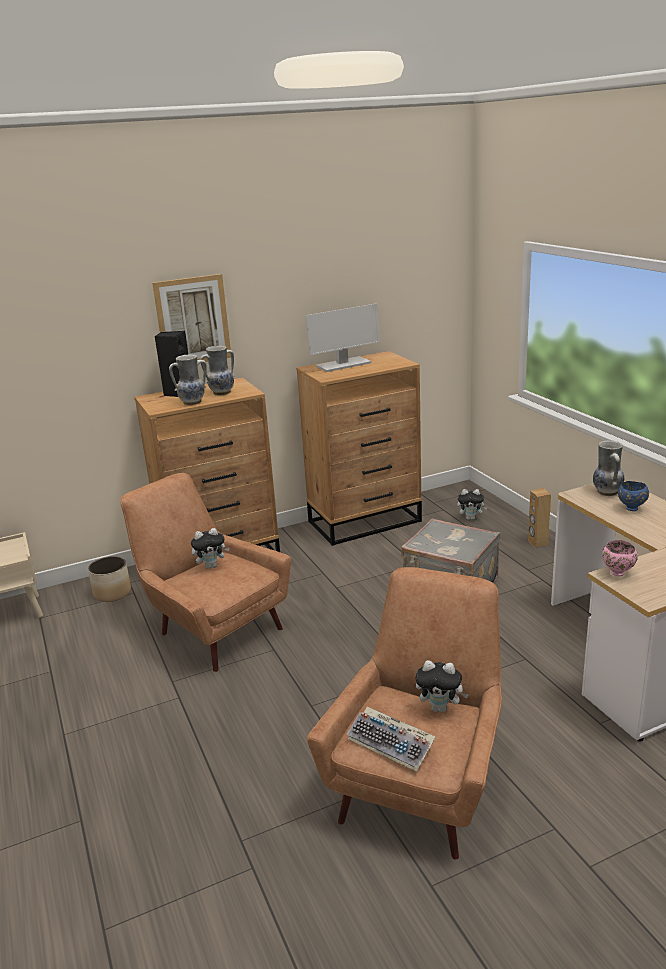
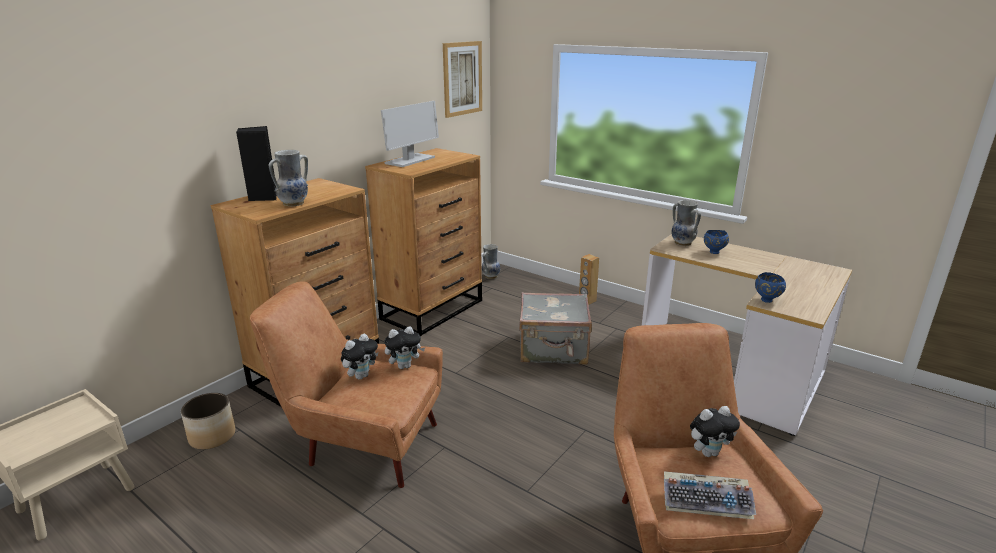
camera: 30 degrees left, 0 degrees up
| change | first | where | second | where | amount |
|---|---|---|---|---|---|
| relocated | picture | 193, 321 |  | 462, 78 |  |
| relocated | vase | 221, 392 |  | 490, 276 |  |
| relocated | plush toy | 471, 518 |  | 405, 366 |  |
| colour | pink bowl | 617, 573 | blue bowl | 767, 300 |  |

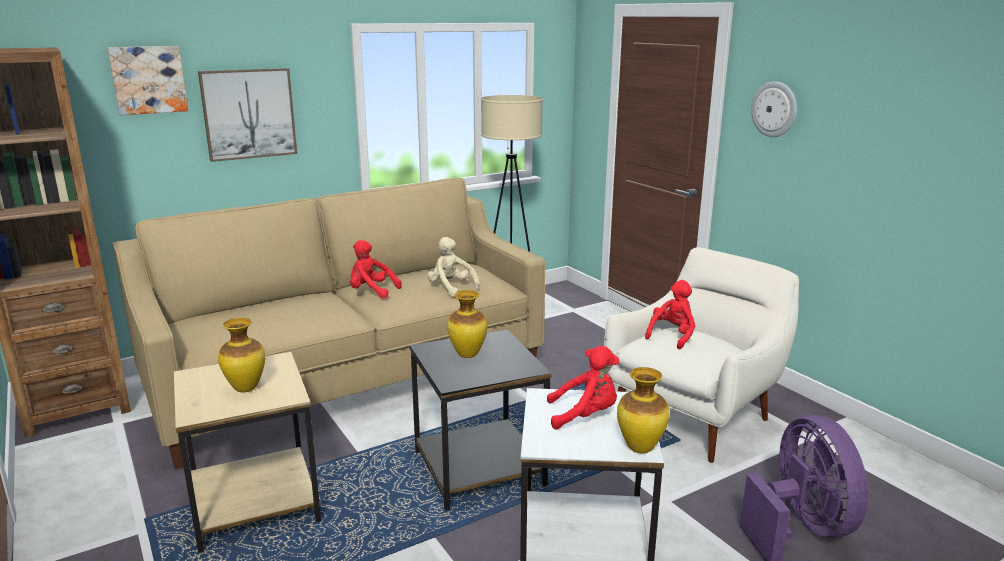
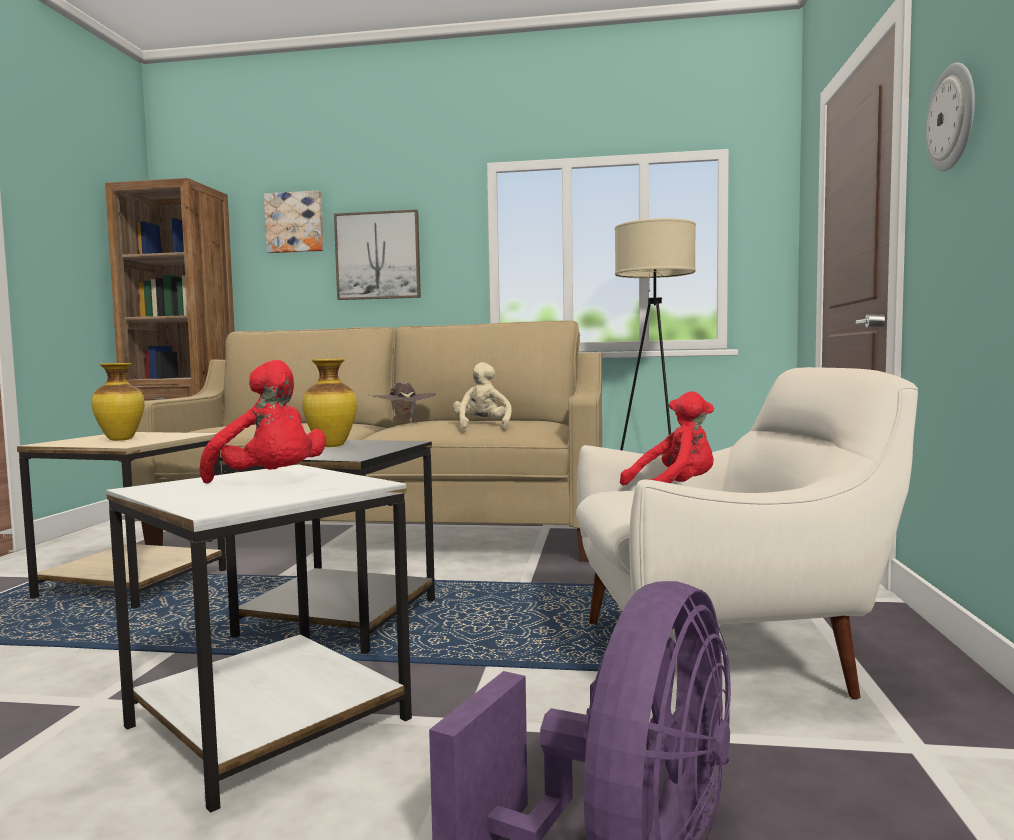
camera: 40 degrees right, 15 degrees down
| change | first | where | second | where | amount |
|---|---|---|---|---|---|
| missing | vase | 641, 448 |  |  |  |
| exchanged | red plush toy | 371, 291 | brown hat | 403, 423 |  |

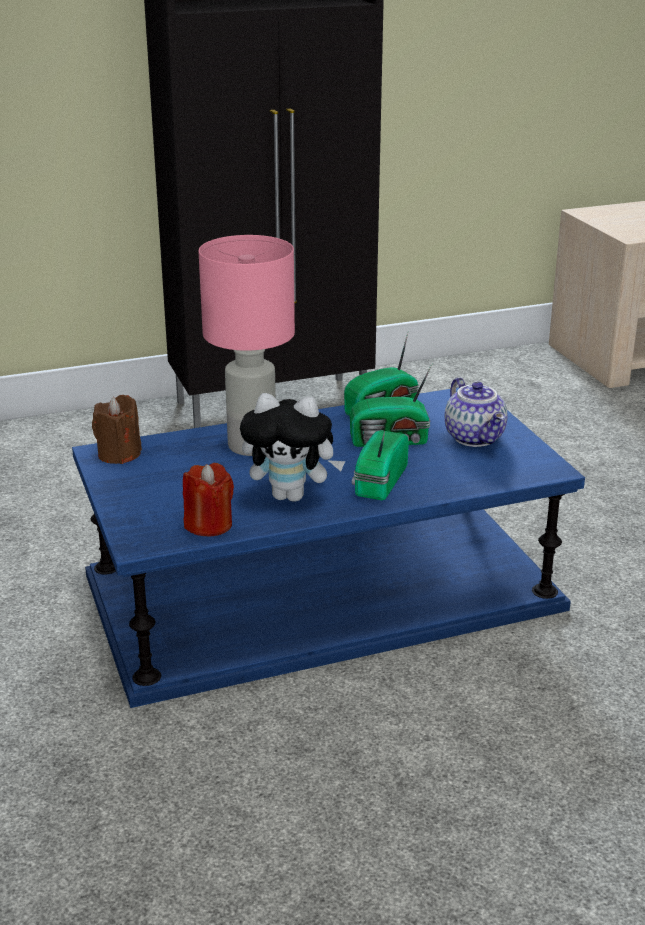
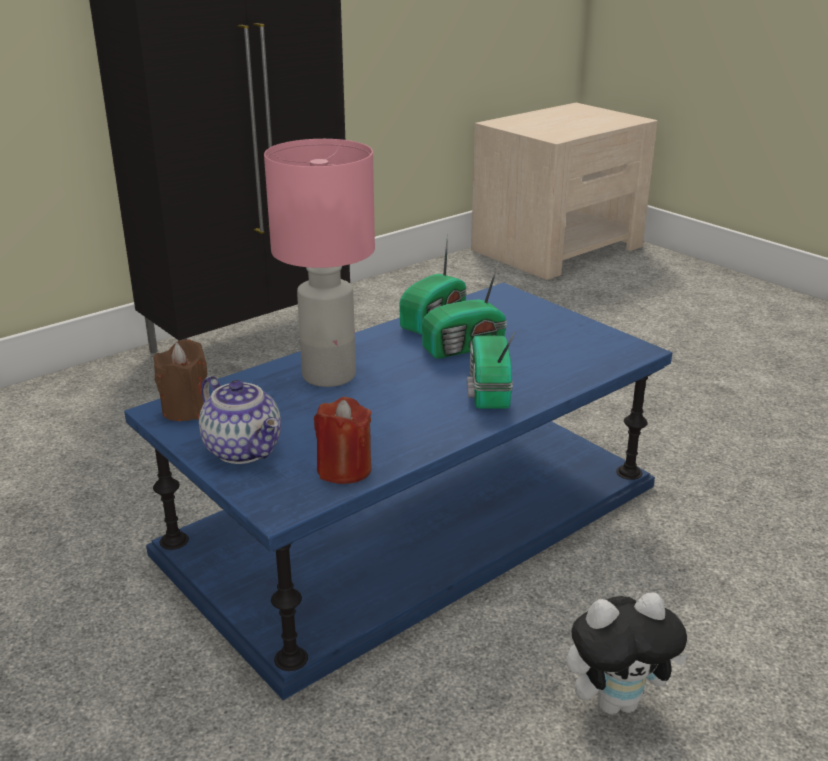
camera: 20 degrees left, 0 degrees up
| change | first | where | second | where | amount |
|---|---|---|---|---|---|
| relocated | plush toy | 291, 496 |  | 617, 701 |  |
| relocated | teapot | 476, 438 |  | 245, 450 |  |

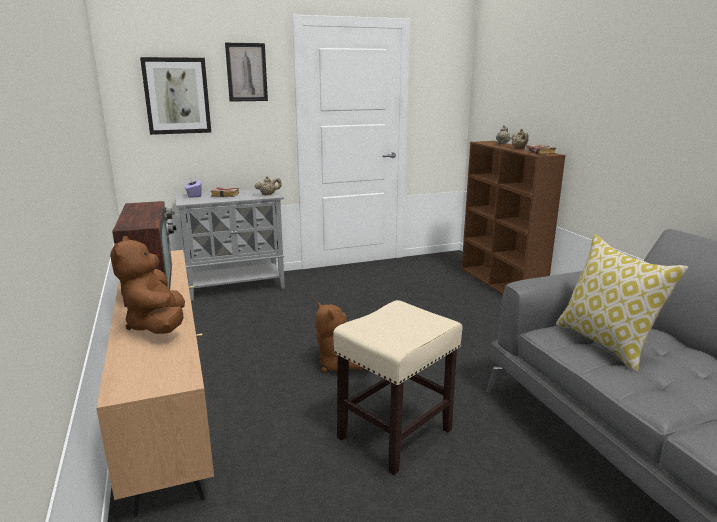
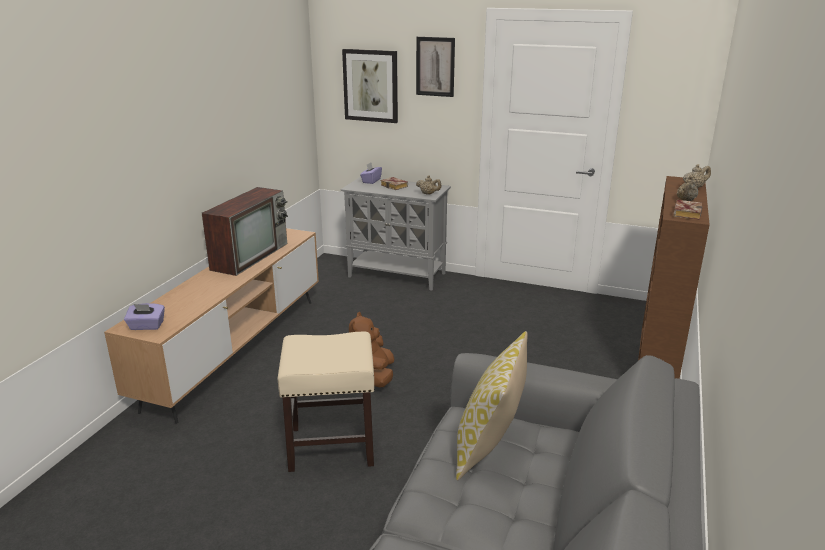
camera: 40 degrees right, 5 degrees up
| change | first | where | second | where | amount |
|---|---|---|---|---|---|
| missing | brown plush toy | 157, 326 |  |  |  |
| appeared |  |  | purple tissue box | 146, 326 |  |

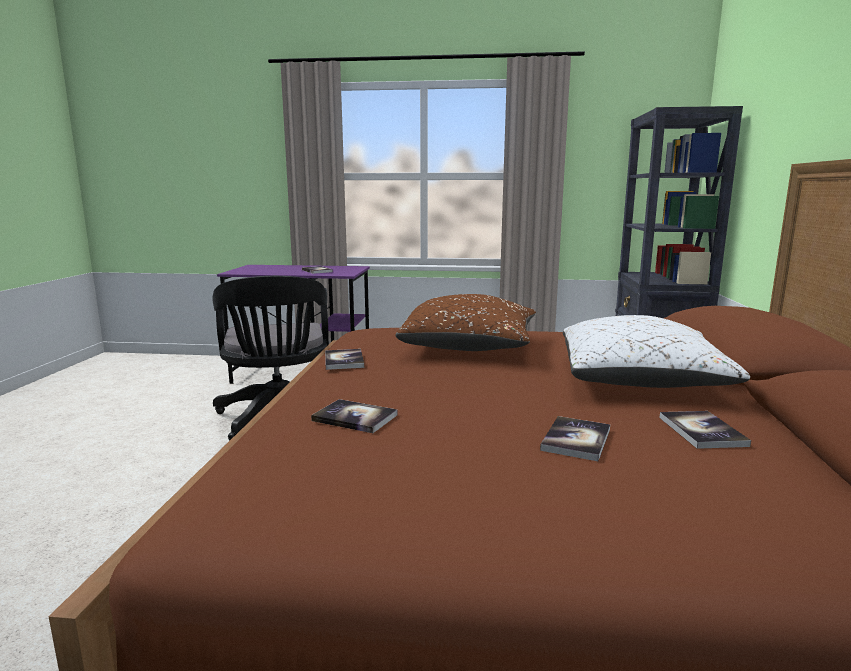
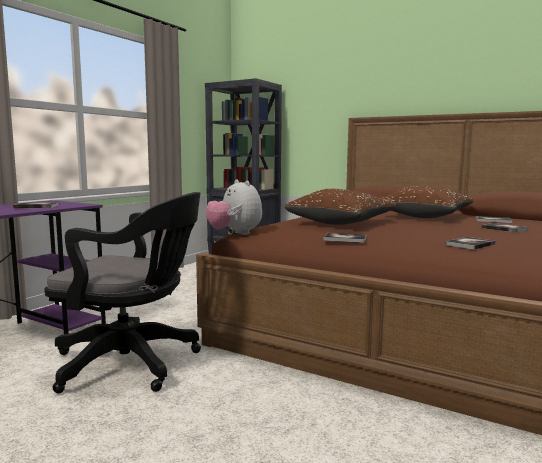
camera: 65 degrees left, 5 degrees down
| change | first | where | second | where | amount |
|---|---|---|---|---|---|
| appeared |  |  | plush toy | 235, 234 |  |
| colour | white pillow | 640, 381 | brown pillow | 425, 217 |  |

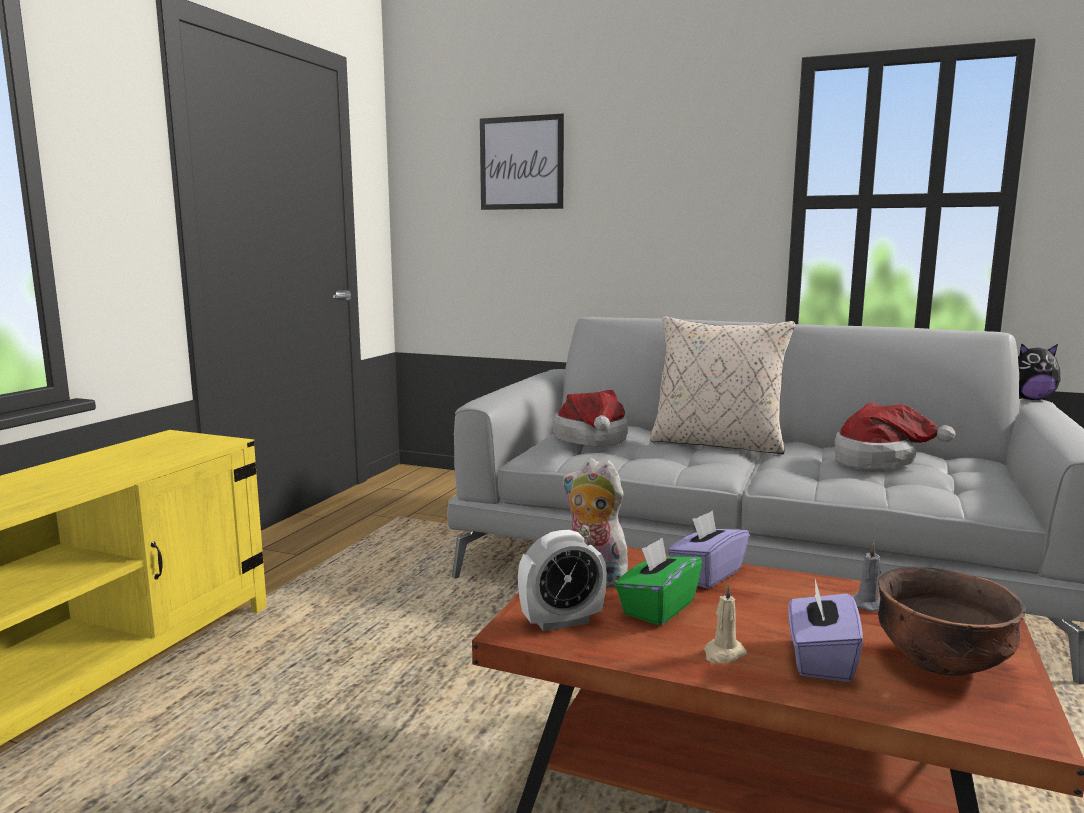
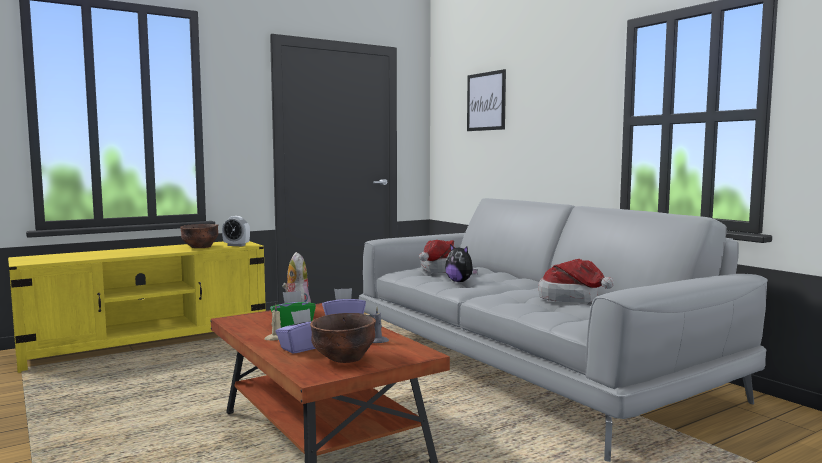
camera: 35 degrees right, 5 degrees down
| change | first | where | second | where | amount |
|---|---|---|---|---|---|
| missing | beige pillow | 717, 444 |  |  |  |
| appeared |  |  | brown bowl | 200, 247 |  |
| relocated | alarm clock | 561, 621 |  | 236, 245 |  |
| relocated | plush toy | 1030, 399 |  | 460, 281 |  |

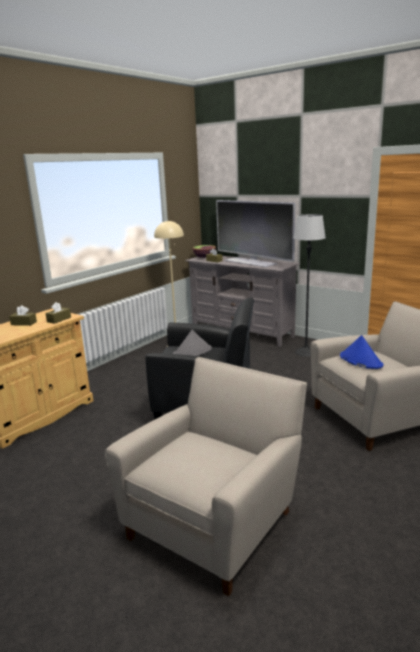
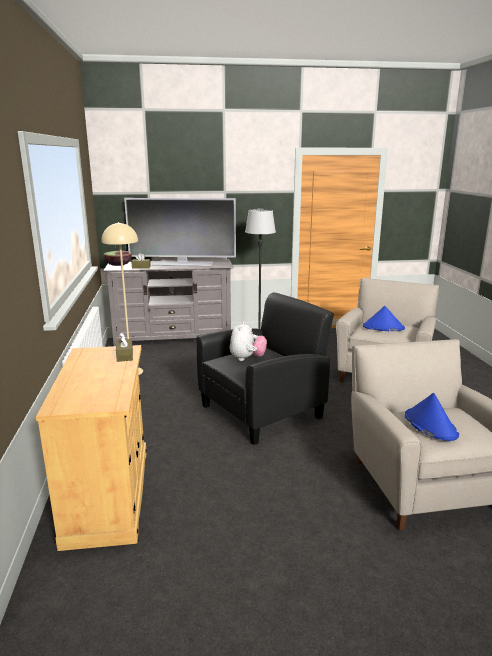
camera: 45 degrees left, 0 degrees up
| change | first | where | second | where | amount |
|---|---|---|---|---|---|
| missing | brown tissue box | 24, 323 |  |  |  |
| appeared |  |  | blue hat | 430, 425 |  |
| exchanged | grey hat | 192, 352 | plush toy | 247, 359 |  |

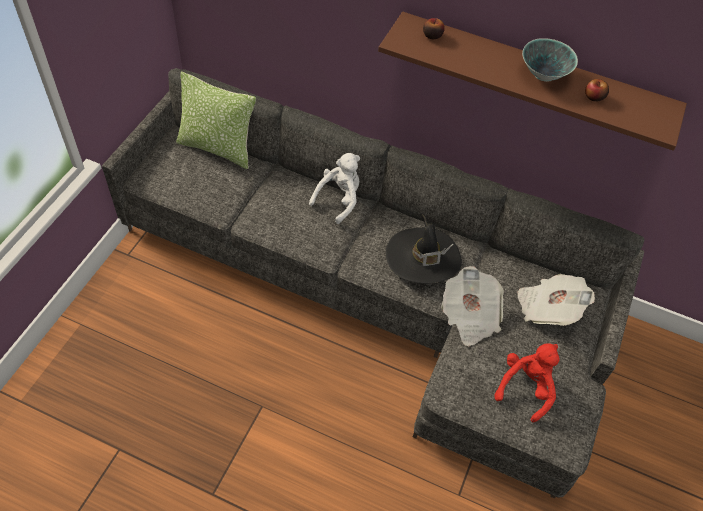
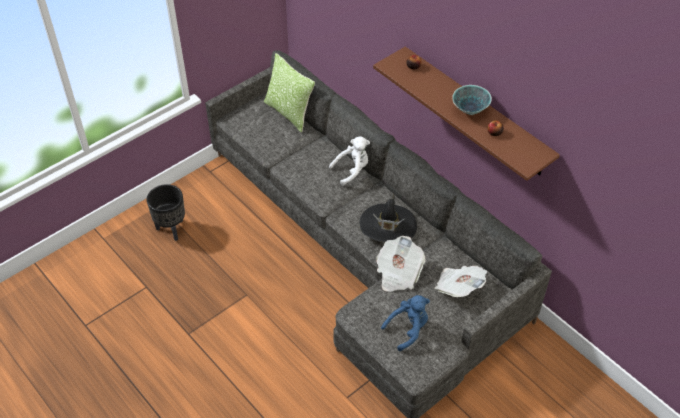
camera: 30 degrees right, 5 degrees down
| change | first | where | second | where | amount |
|---|---|---|---|---|---|
| appeared |  |  | black planter | 172, 229 |  |
| colour | red plush toy | 525, 387 | blue plush toy | 408, 329 |  |

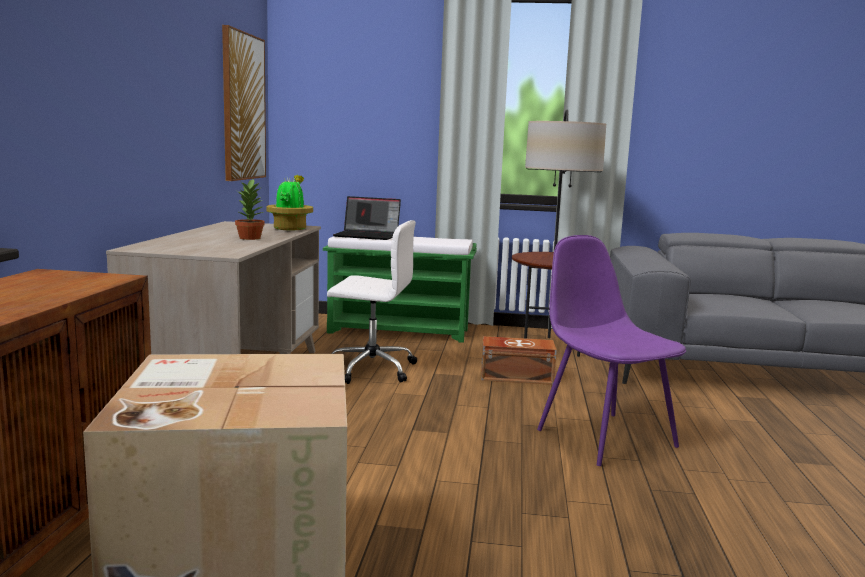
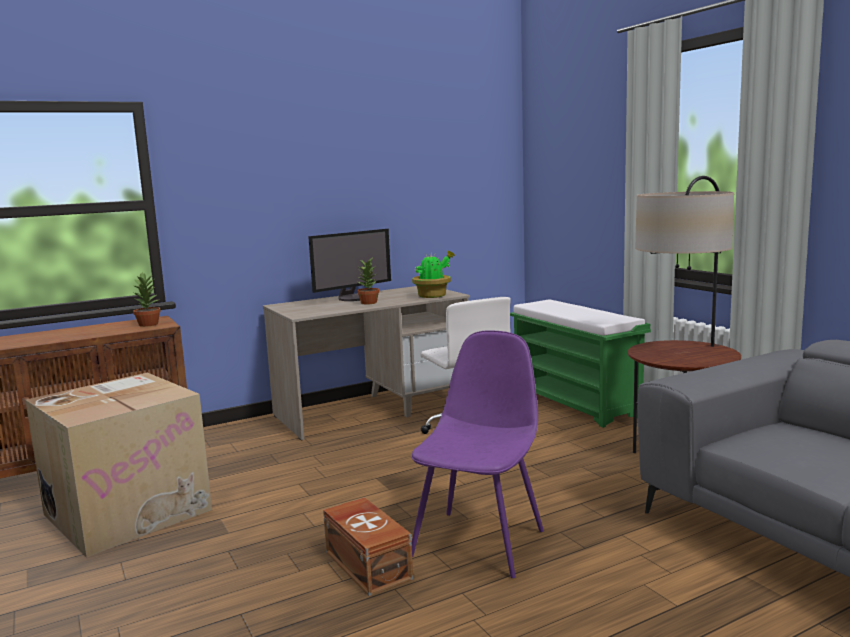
camera: 55 degrees right, 0 degrees up
| change | first | where | second | where | amount |
|---|---|---|---|---|---|
| missing | picture | 243, 107 |  |  |  |
| missing | laptop | 368, 236 |  |  |  |
| appeared |  |  | potted plant | 149, 324 |  |
| appeared |  |  | monitor | 353, 298 |  |
| relocated | brown storage box | 515, 376 |  | 368, 564 |  |

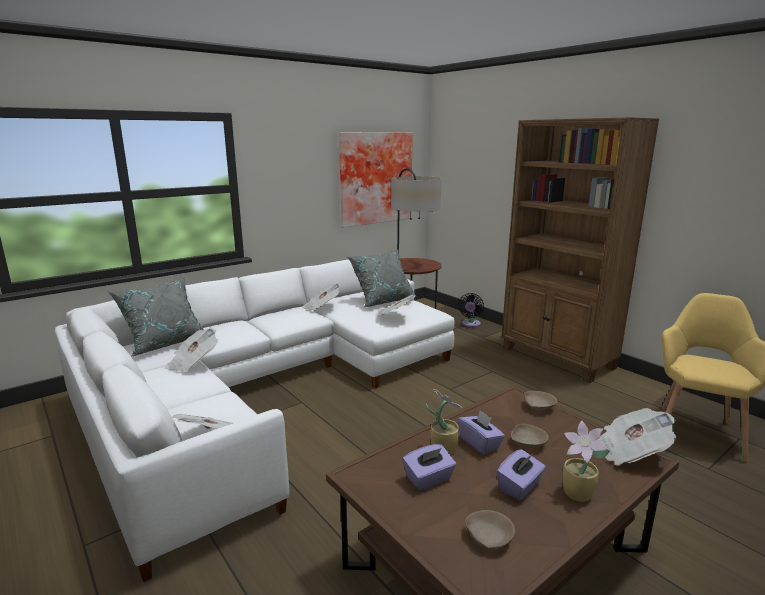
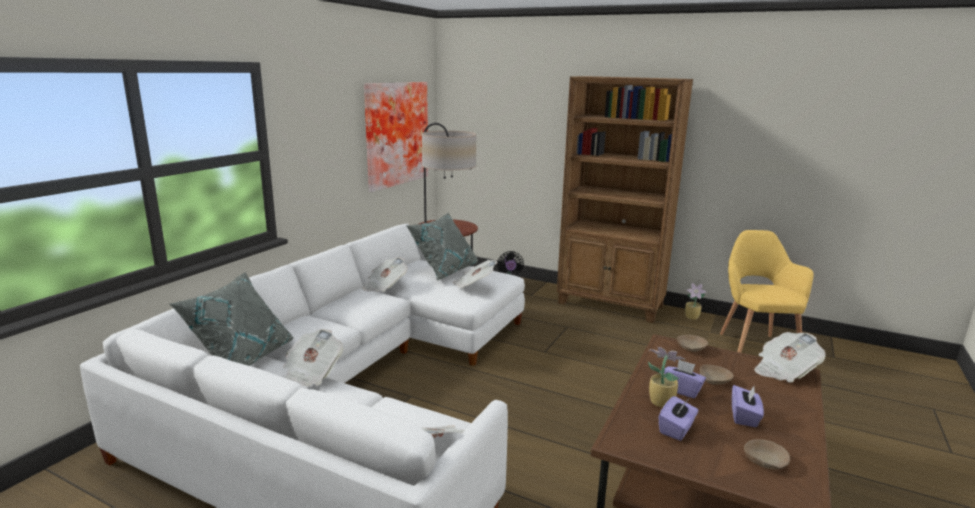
camera: 25 degrees left, 0 degrees up
| change | first | where | second | where | amount |
|---|---|---|---|---|---|
| relocated | potted plant | 578, 495 |  | 692, 317 |  |

